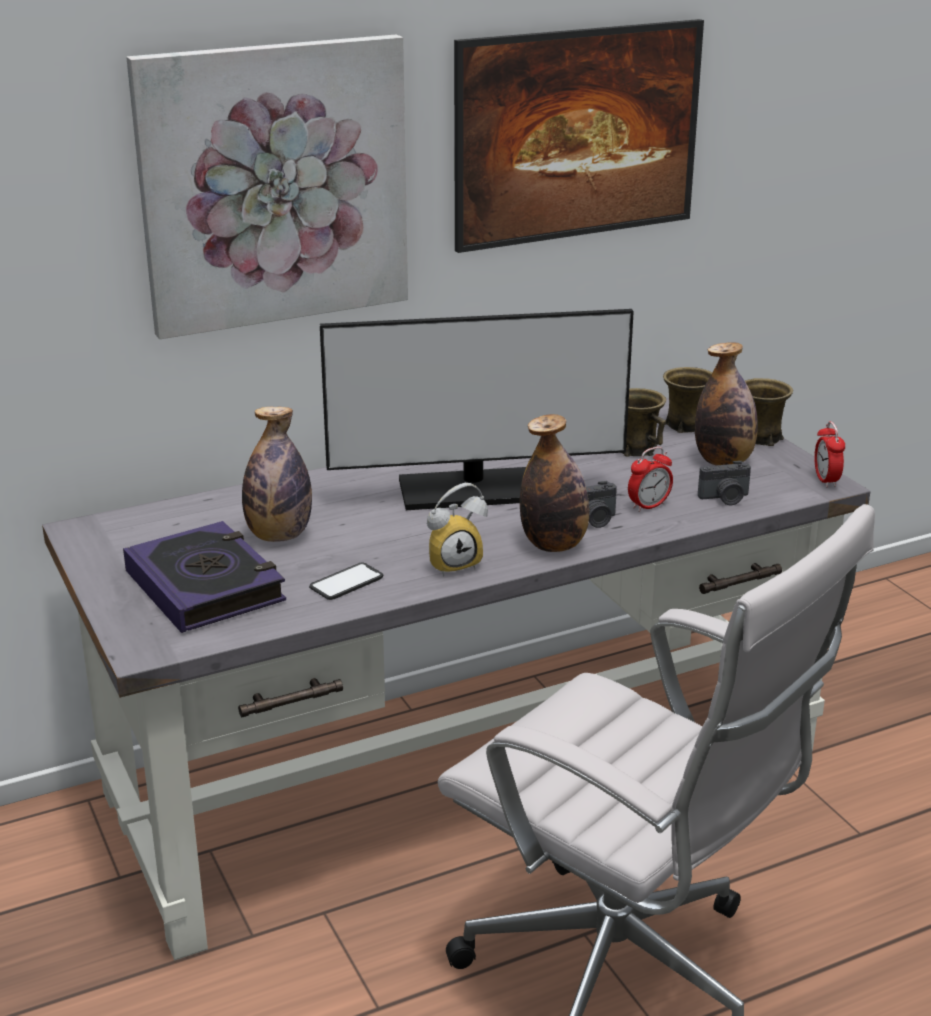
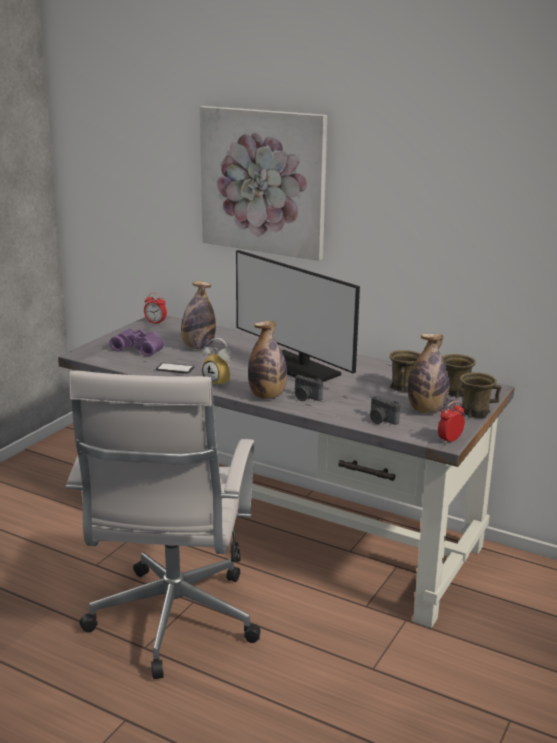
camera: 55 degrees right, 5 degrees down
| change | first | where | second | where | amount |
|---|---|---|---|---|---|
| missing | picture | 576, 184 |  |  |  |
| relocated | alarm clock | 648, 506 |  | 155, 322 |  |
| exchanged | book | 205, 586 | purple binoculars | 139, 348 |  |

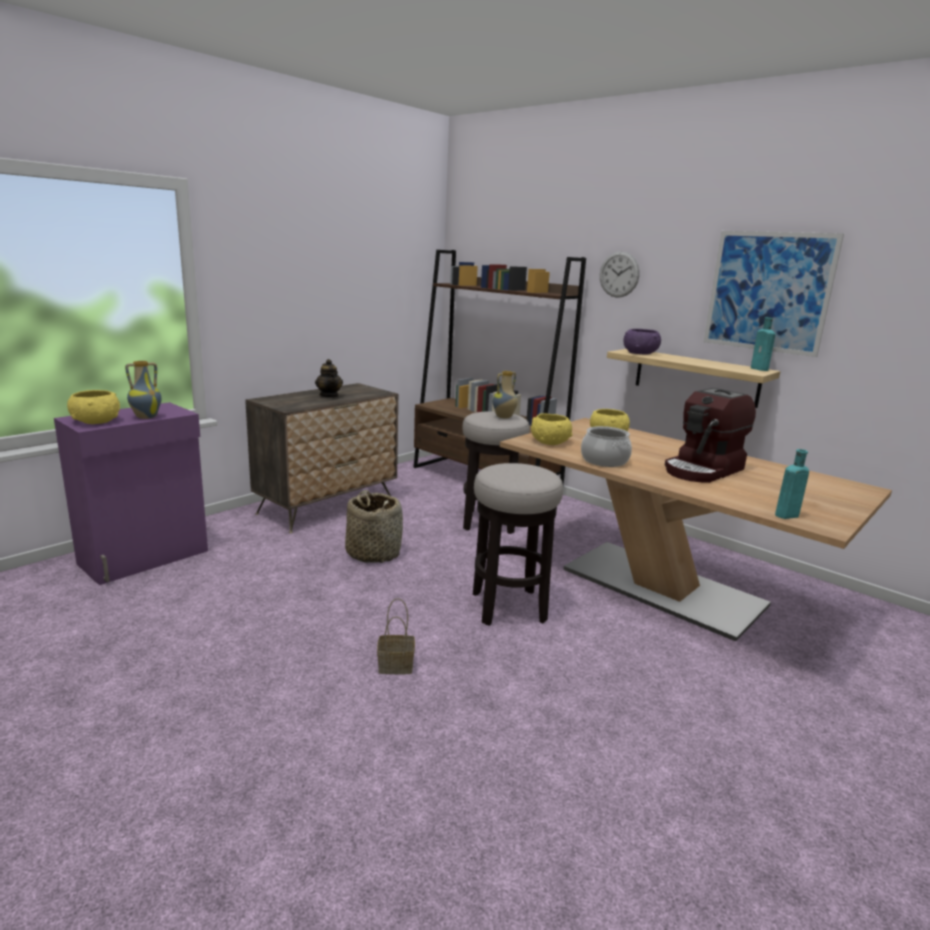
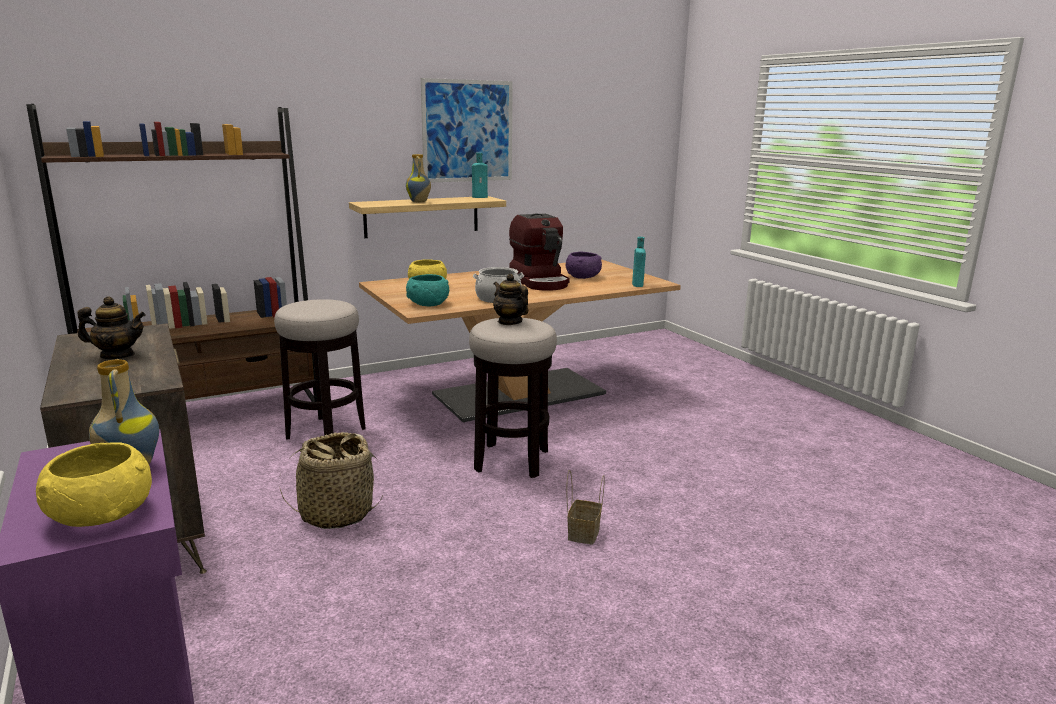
camera: 70 degrees left, 0 degrees up
| change | first | where | second | where | amount |
|---|---|---|---|---|---|
| missing | wall clock | 619, 274 |  |  |  |
| appeared |  |  | teapot | 509, 322 |  |
| relocated | vase | 504, 417 |  | 419, 202 |  |
| relocated | purple bowl | 640, 353 |  | 583, 276 |  |
| colour | yellow bowl | 550, 442 | turquoise bowl | 428, 303 |  |

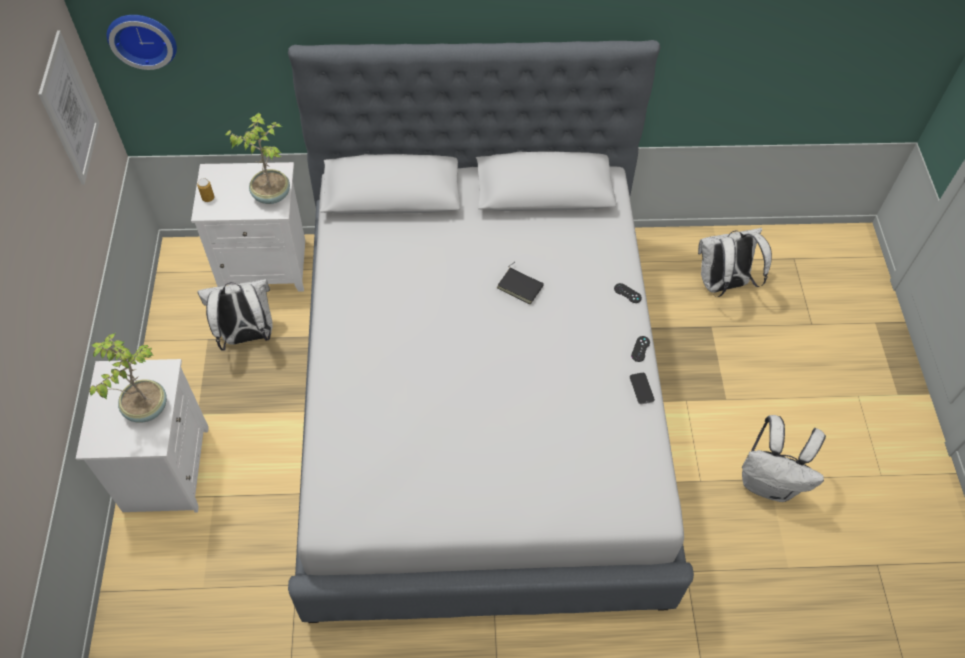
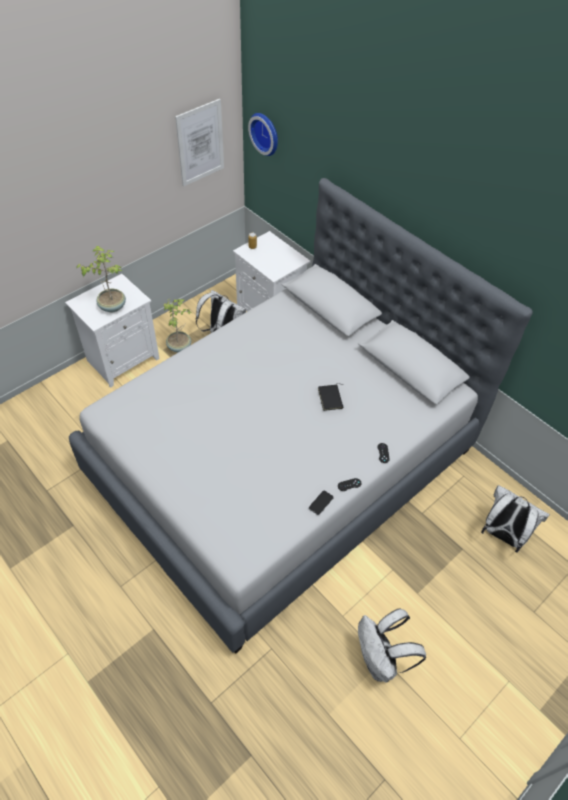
camera: 50 degrees right, 5 degrees down
| change | first | where | second | where | amount |
|---|---|---|---|---|---|
| relocated | potted plant | 271, 194 |  | 180, 346 |  |

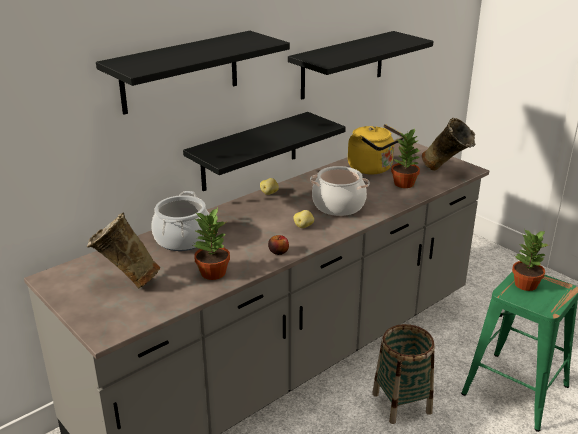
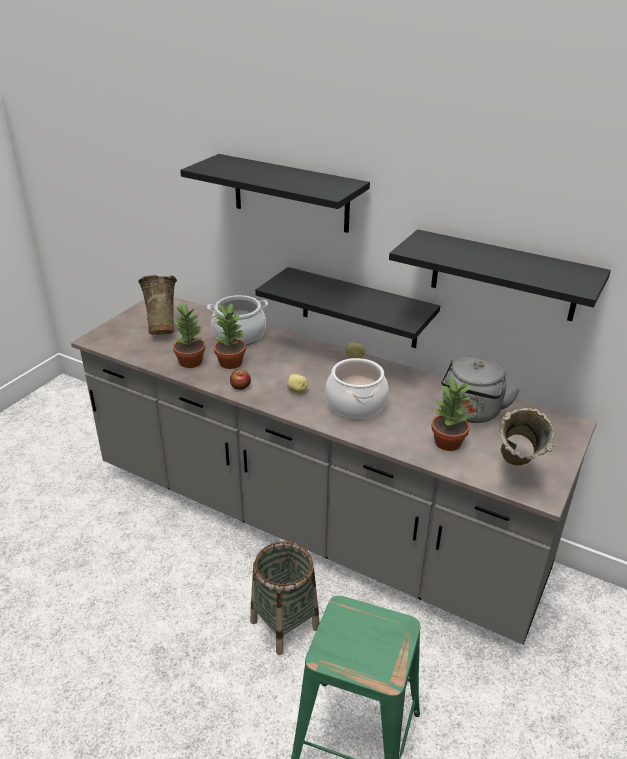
camera: 70 degrees right, 5 degrees up
| change | first | where | second | where | amount |
|---|---|---|---|---|---|
| relocated | potted plant | 525, 284 |  | 230, 362 |  |
| colour | yellow kettle | 373, 168 | grey kettle | 471, 413 |  |

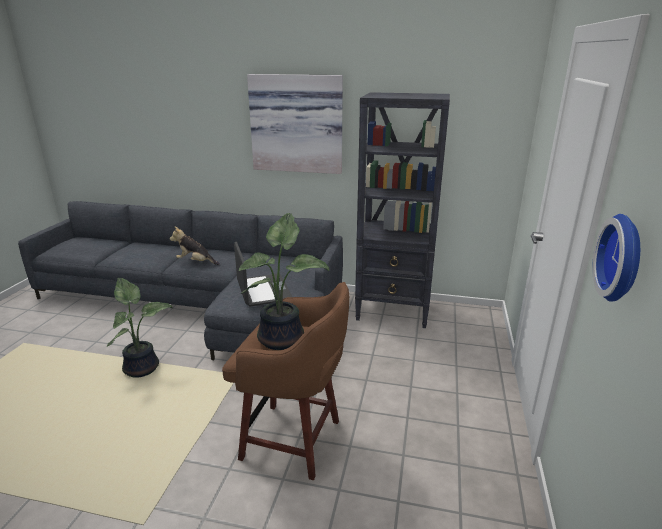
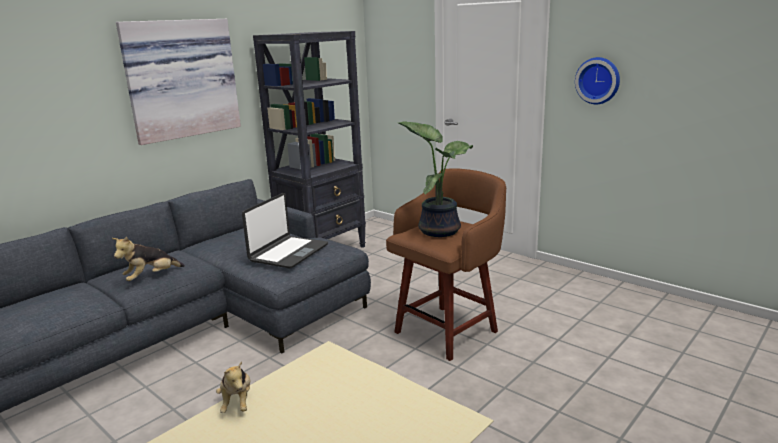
camera: 60 degrees left, 5 degrees down
| change | first | where | second | where | amount |
|---|---|---|---|---|---|
| exchanged | potted plant | 143, 367 | plush toy | 237, 402 |  |
| spun | laptop | 263, 291 |  | 288, 253 | 105 degrees clockwise |

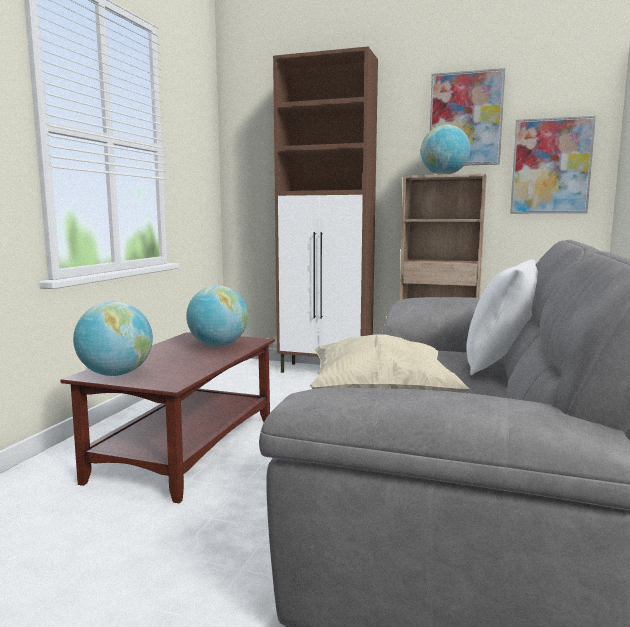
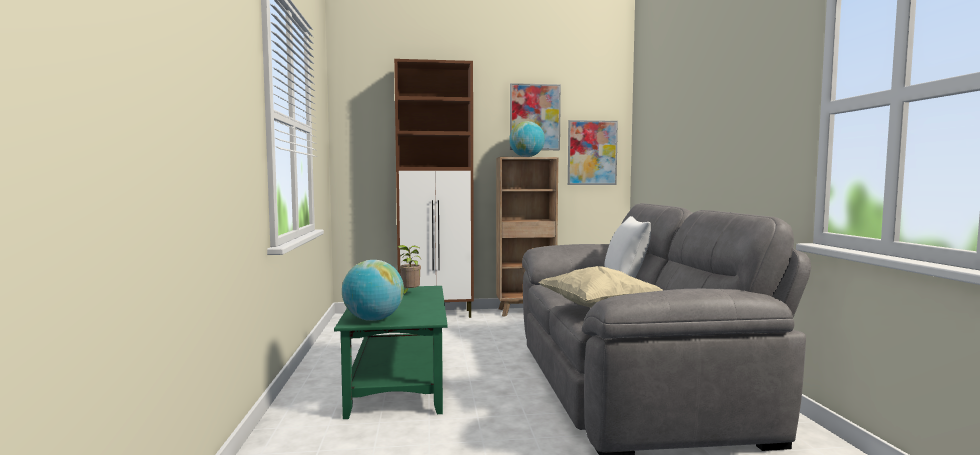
camera: 25 degrees left, 5 degrees down
| change | first | where | second | where | amount |
|---|---|---|---|---|---|
| exchanged | globe | 218, 345 | potted plant | 409, 293 |  |
| colour | brown coffee table | 186, 449 | green coffee table | 399, 382 |  |

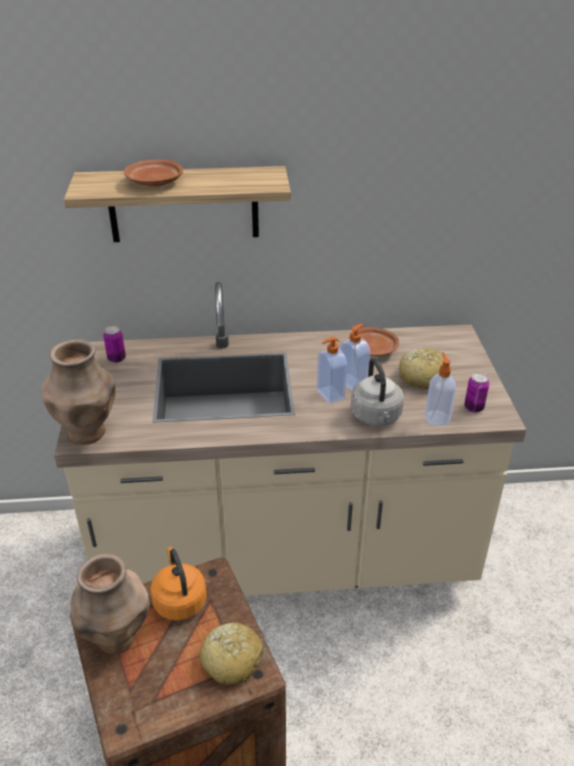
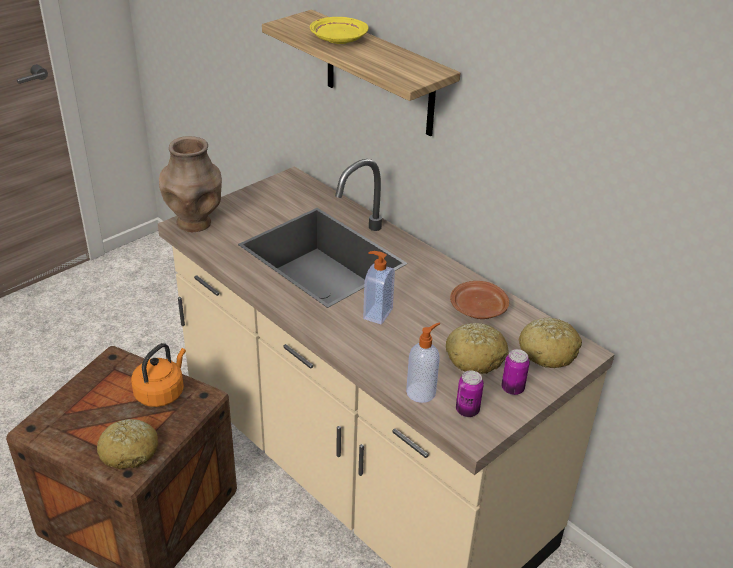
camera: 50 degrees right, 0 degrees up
| change | first | where | second | where | amount |
|---|---|---|---|---|---|
| missing | brown vase | 116, 638 |  |  |  |
| missing | soap dispenser | 353, 382 |  |  |  |
| missing | grey kettle | 376, 417 |  |  |  |
| appeared |  |  | bread | 548, 352 |  |
| relocated | can | 116, 359 |  | 512, 389 |  |
| colour | brown plate | 154, 182 | yellow plate | 338, 39 |  |

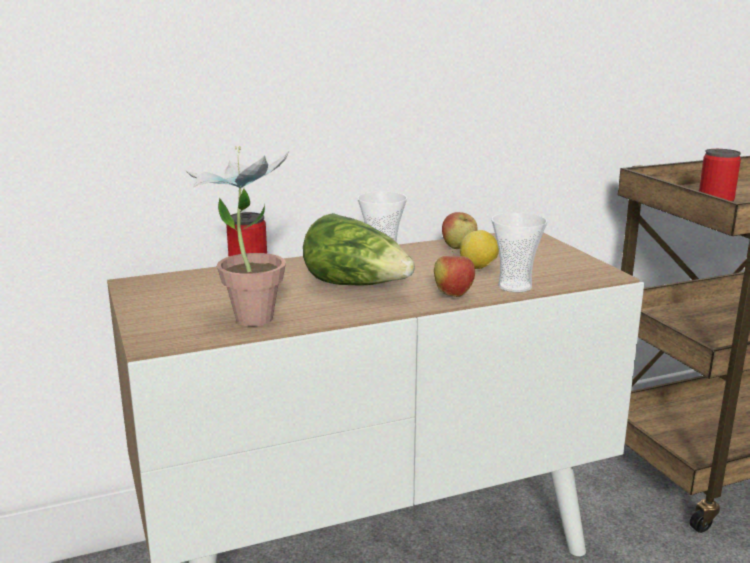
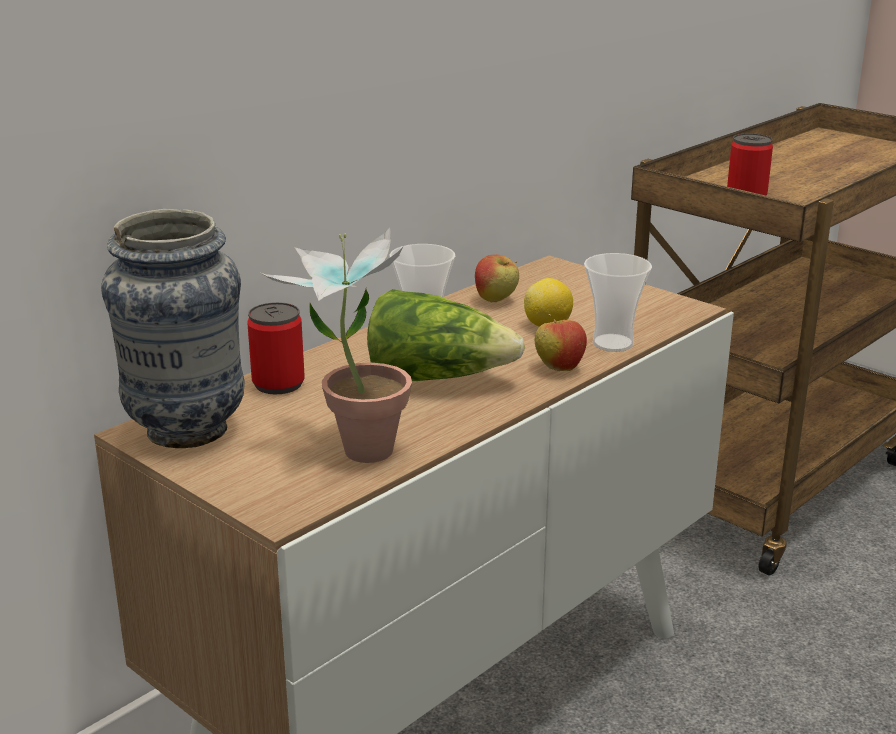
camera: 25 degrees left, 5 degrees up
| change | first | where | second | where | amount |
|---|---|---|---|---|---|
| appeared |  |  | vase | 186, 431 |  |

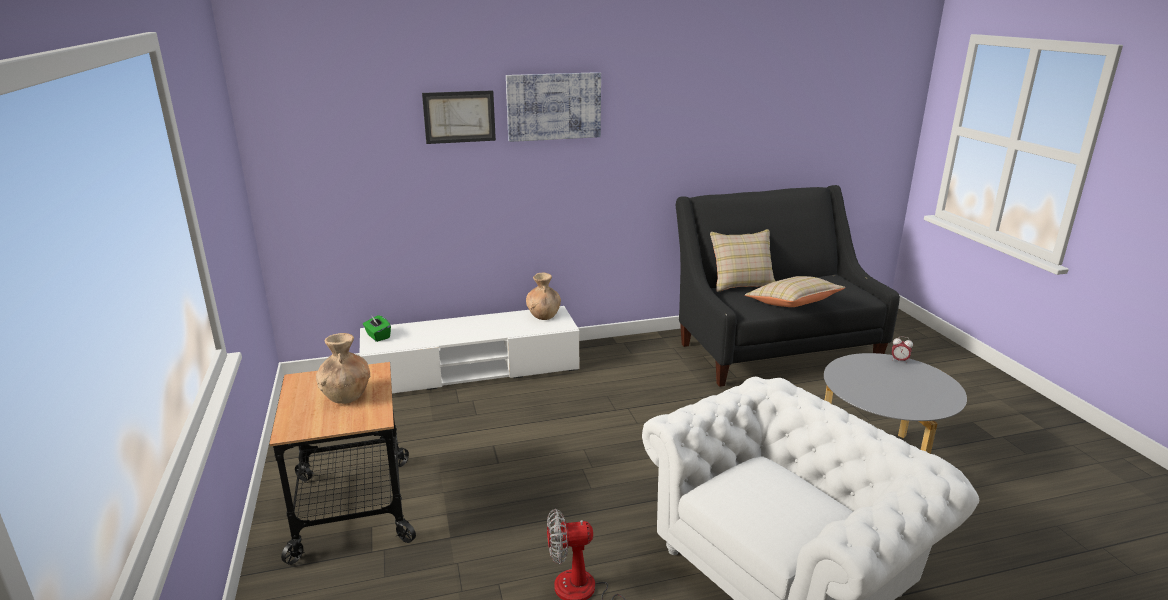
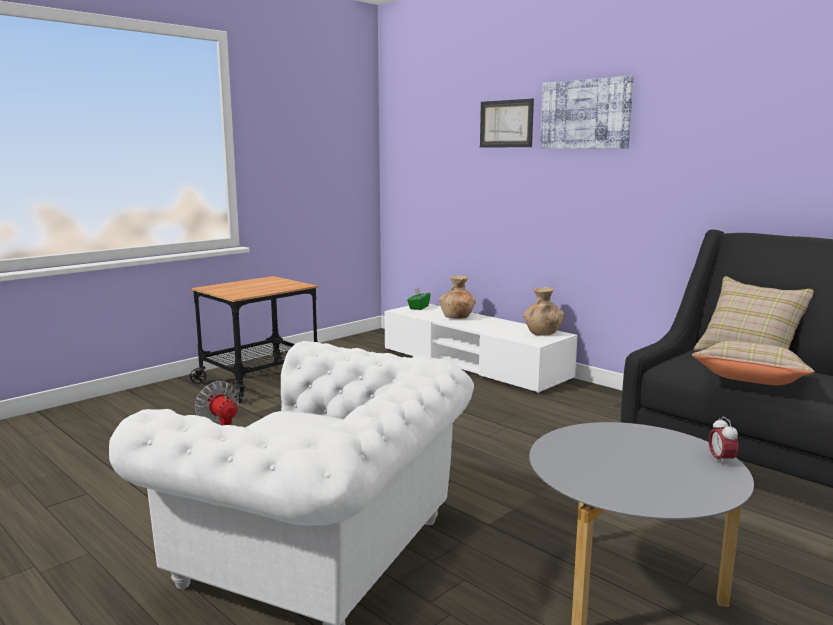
camera: 60 degrees right, 10 degrees down
| change | first | where | second | where | amount |
|---|---|---|---|---|---|
| relocated | brown vase | 346, 395 |  | 457, 317 |  |

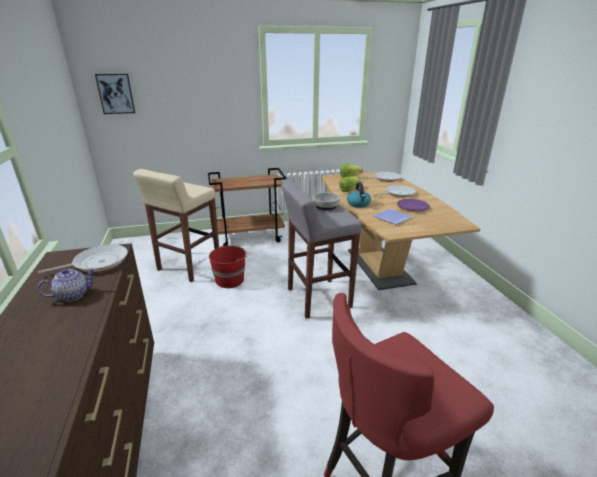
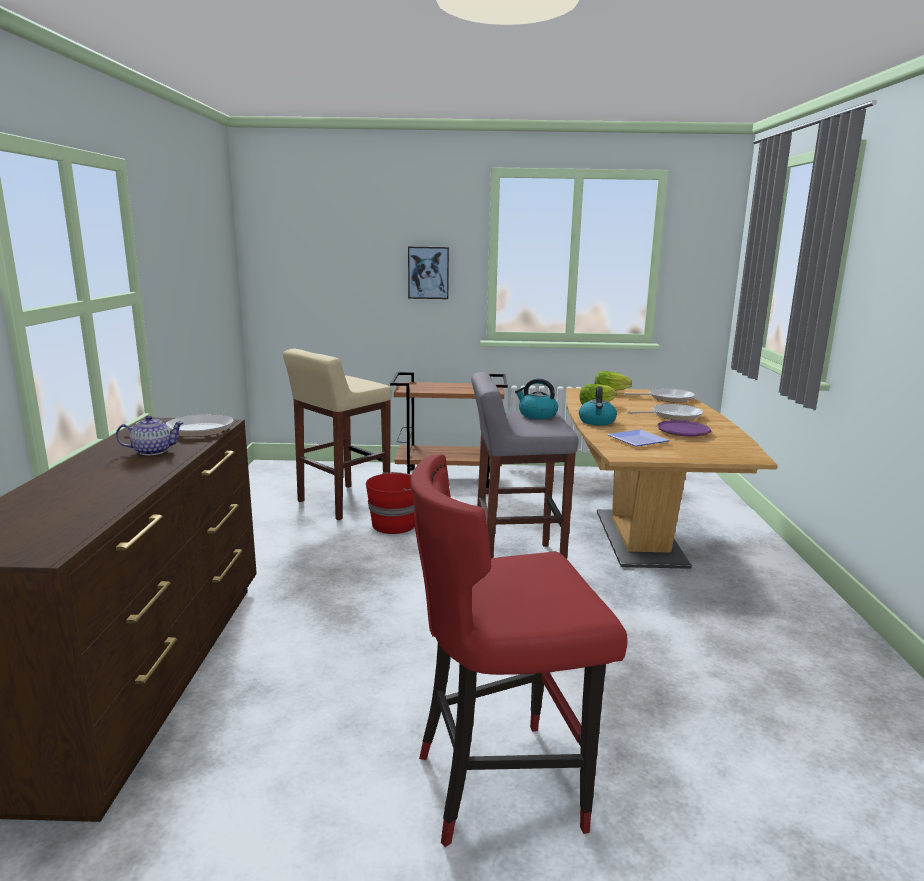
camera: 15 degrees right, 10 degrees down
| change | first | where | second | where | amount |
|---|---|---|---|---|---|
| relocated | picture | 116, 94 |  | 428, 272 |  |
| exchanged | bowl | 326, 206 | kettle | 537, 415 |  |

